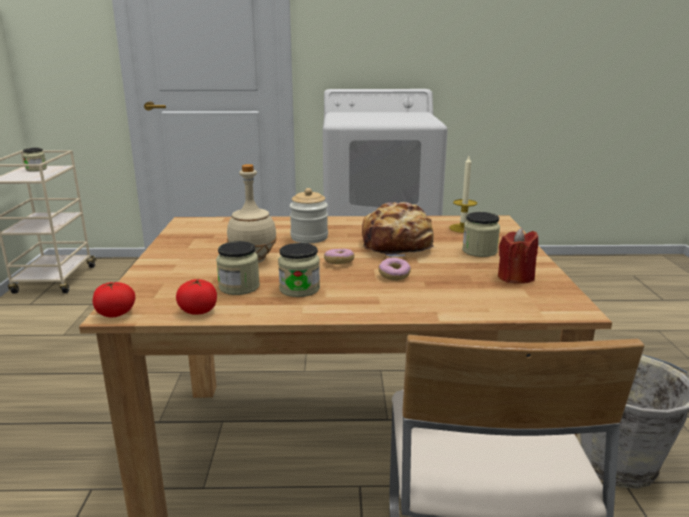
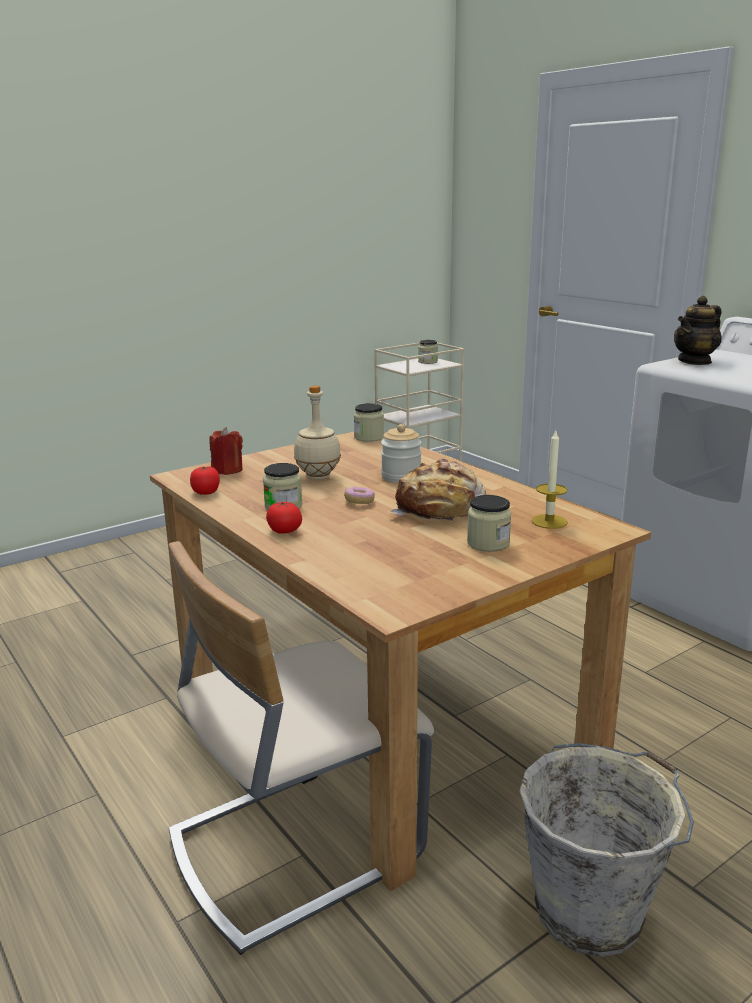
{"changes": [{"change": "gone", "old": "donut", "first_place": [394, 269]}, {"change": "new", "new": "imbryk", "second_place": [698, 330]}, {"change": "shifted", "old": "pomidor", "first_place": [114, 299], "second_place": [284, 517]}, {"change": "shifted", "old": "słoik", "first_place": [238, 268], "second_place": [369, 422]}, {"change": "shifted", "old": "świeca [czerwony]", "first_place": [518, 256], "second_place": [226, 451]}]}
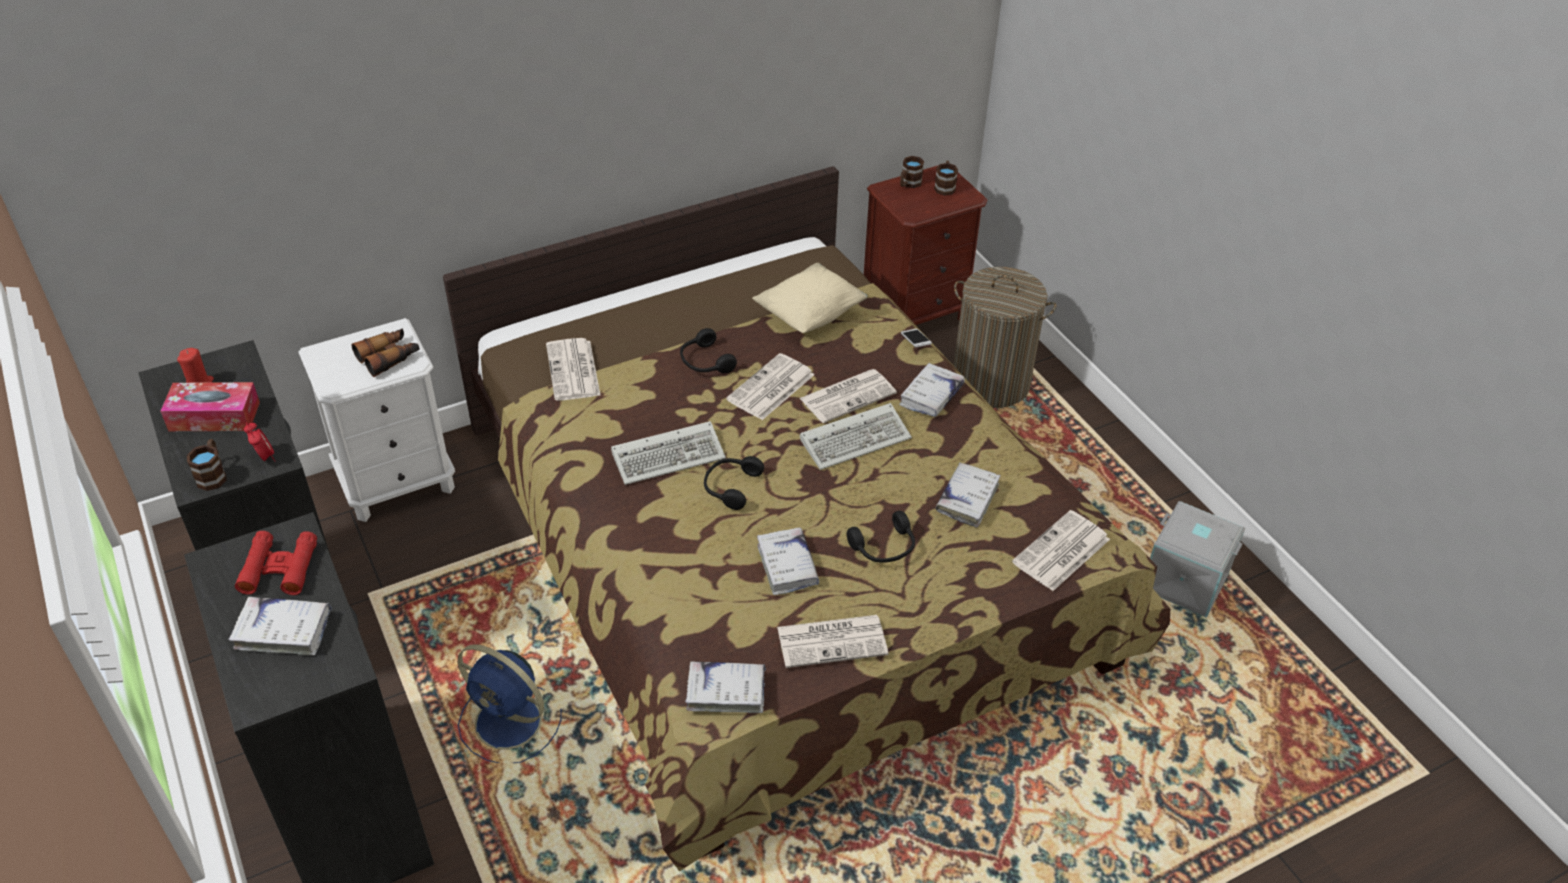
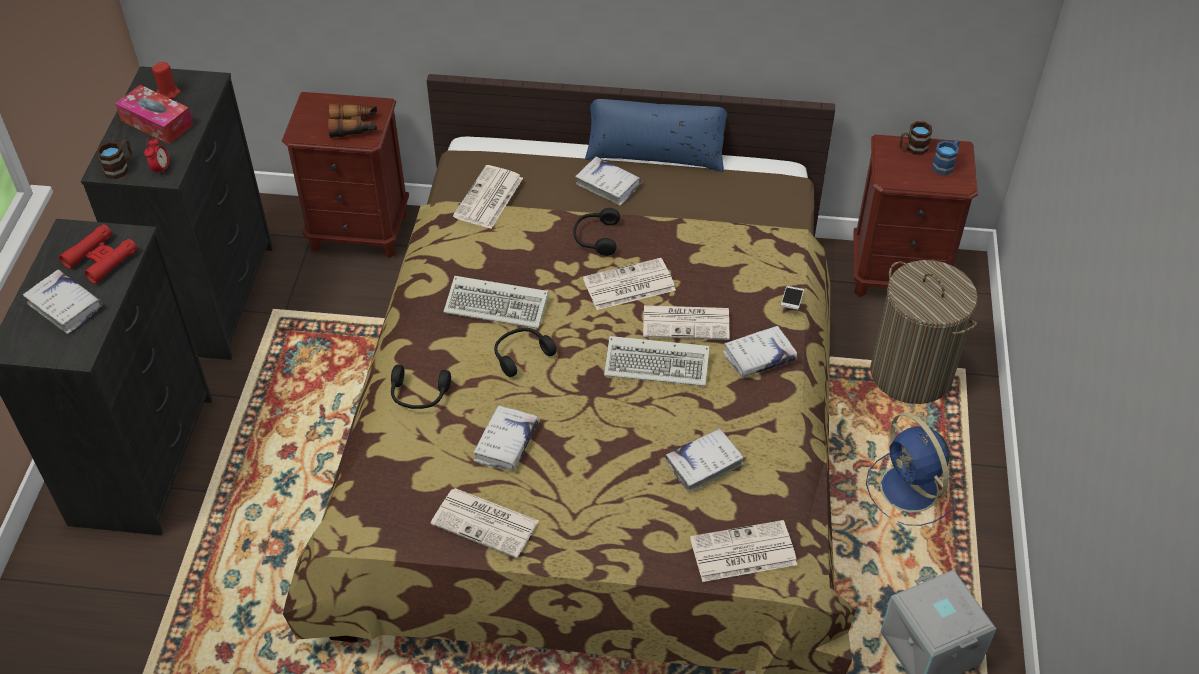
{"changes": [{"change": "gone", "old": "poduszka [beżowy]", "first_place": [810, 298]}, {"change": "new", "new": "poduszka [niebieski]", "second_place": [656, 135]}, {"change": "shifted", "old": "wentylator [niebieski]", "first_place": [510, 703], "second_place": [911, 469]}, {"change": "shifted", "old": "książka [biały]", "first_place": [725, 687], "second_place": [608, 181]}, {"change": "shifted", "old": "słuchawki [czarny]", "first_place": [881, 537], "second_place": [421, 387]}, {"change": "repainted", "old": "szafka nocna [biały]", "new": "szafka nocna [brązowy]", "first_place": [376, 420], "second_place": [345, 175]}, {"change": "repainted", "old": "kubek [brązowy]", "new": "kubek [niebieski]", "first_place": [946, 178], "second_place": [945, 157]}]}
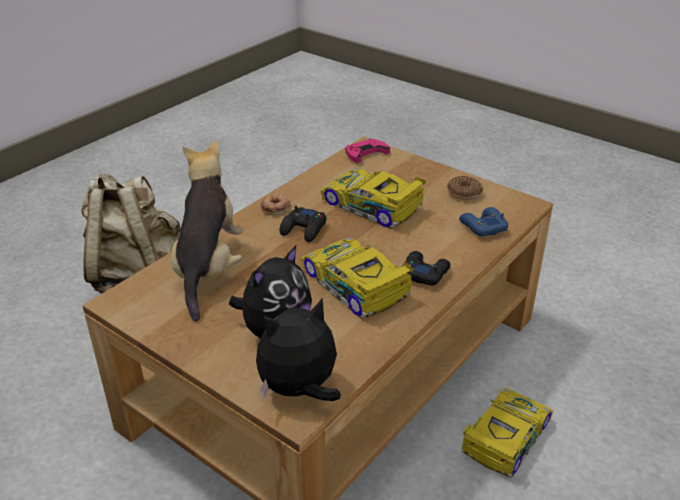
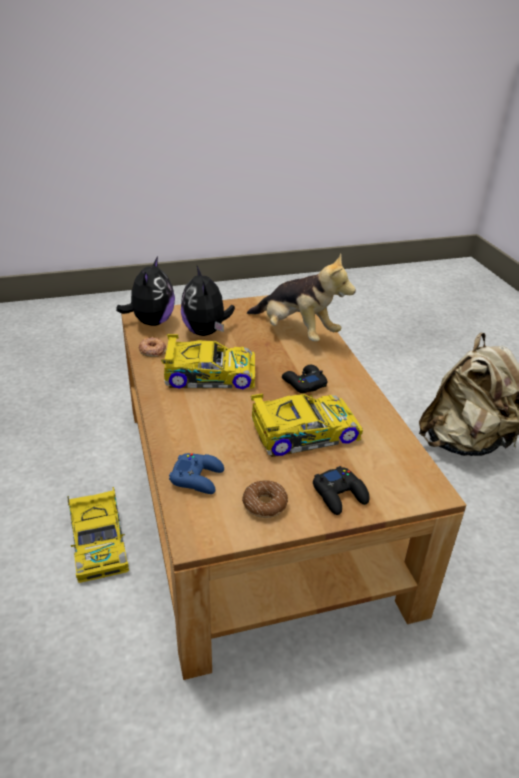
{"changes": [{"change": "gone", "old": "pad do gier [różowy]", "first_place": [367, 151]}, {"change": "shifted", "old": "donut", "first_place": [275, 204], "second_place": [152, 347]}, {"change": "shifted", "old": "pad do gier [czarny]", "first_place": [426, 268], "second_place": [341, 490]}]}
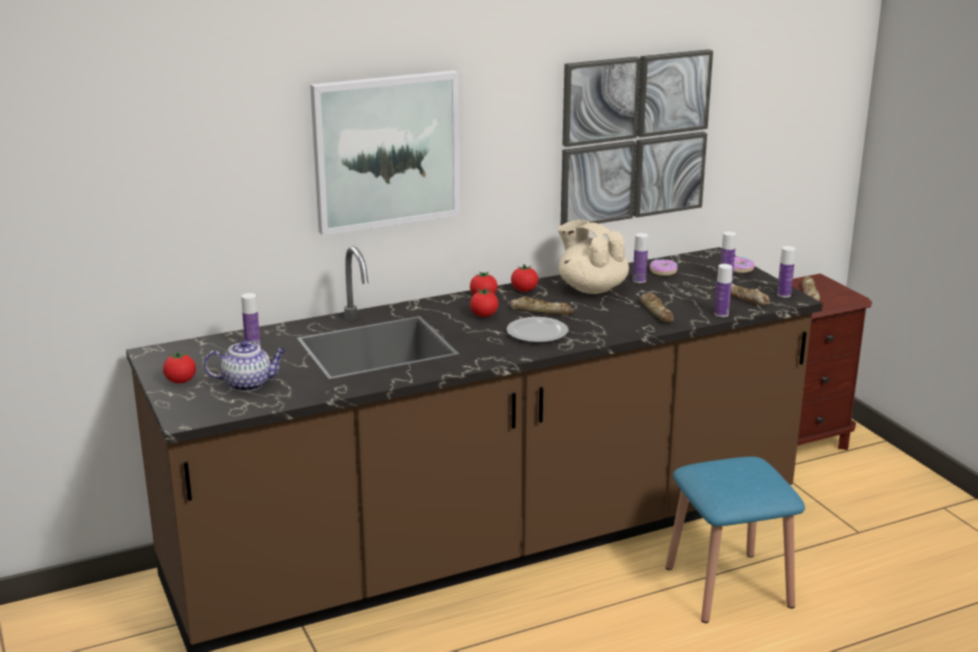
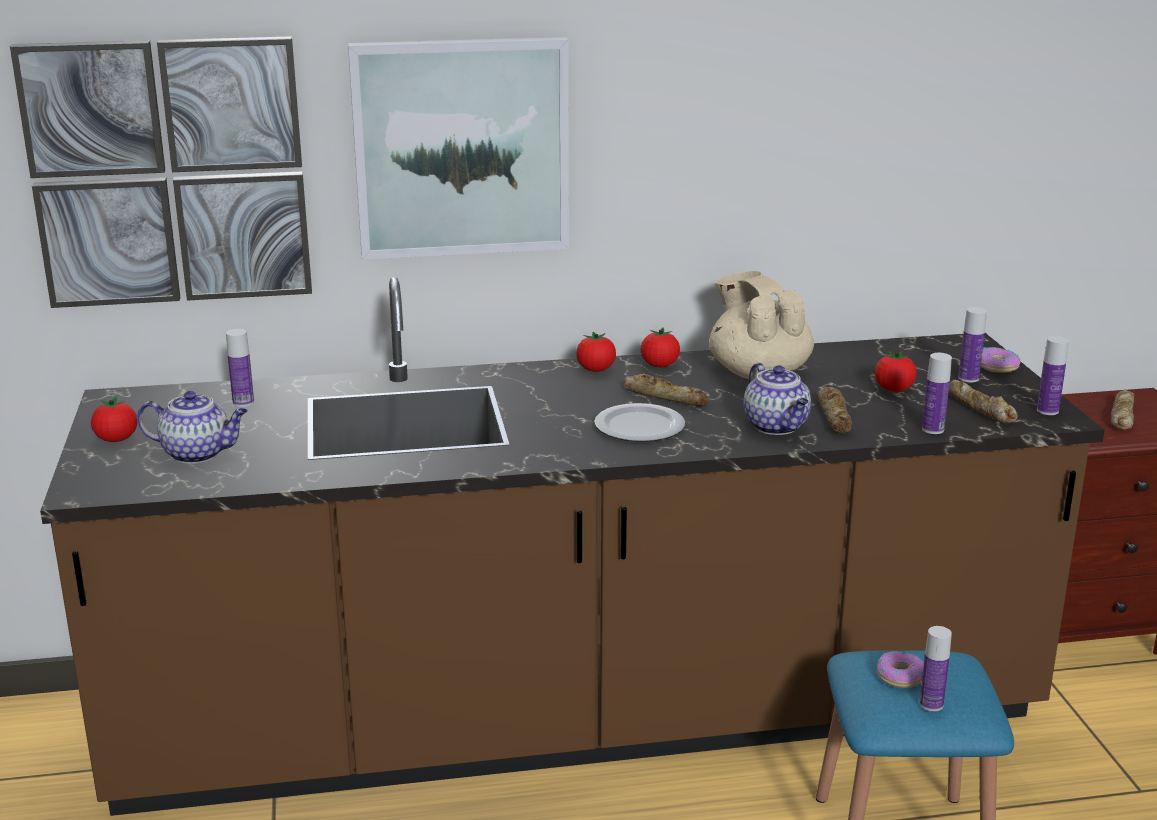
{"changes": [{"change": "new", "new": "imbryk", "second_place": [777, 399]}, {"change": "shifted", "old": "pomidor", "first_place": [484, 302], "second_place": [896, 371]}, {"change": "shifted", "old": "obraz", "first_place": [637, 137], "second_place": [161, 172]}, {"change": "shifted", "old": "butelka", "first_place": [640, 258], "second_place": [935, 668]}, {"change": "shifted", "old": "donut", "first_place": [664, 267], "second_place": [900, 669]}]}
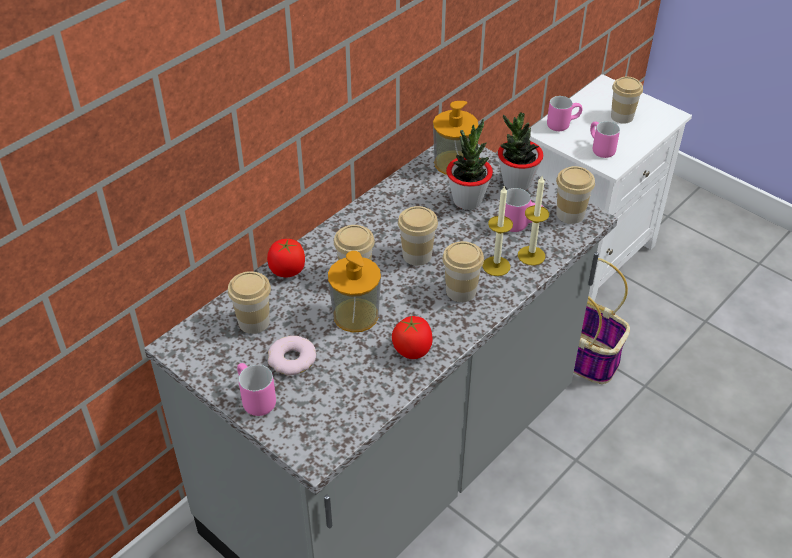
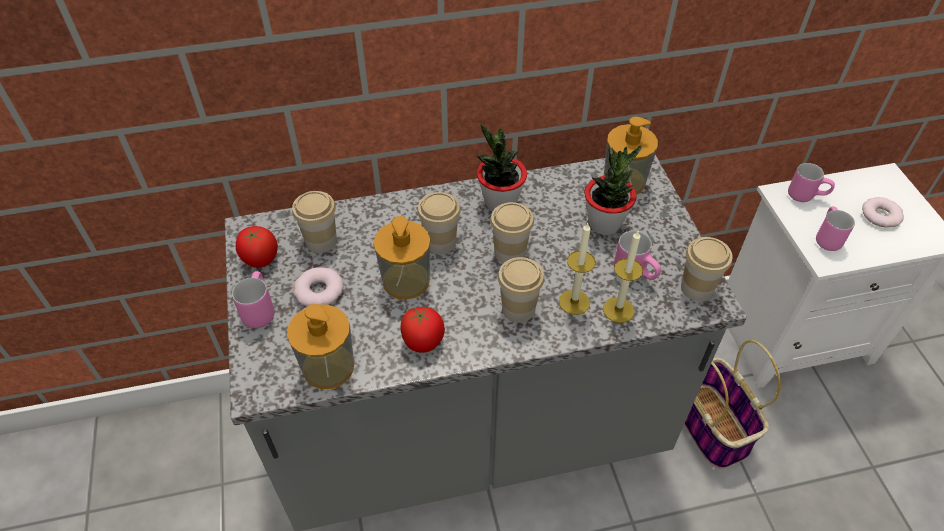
{"changes": [{"change": "new", "new": "dozownik mydła", "second_place": [320, 346]}, {"change": "shifted", "old": "pomidor", "first_place": [286, 258], "second_place": [257, 247]}, {"change": "shifted", "old": "roślina doniczkowa", "first_place": [520, 151], "second_place": [502, 167]}, {"change": "swapped", "old": "filiżanka", "new": "donut", "first_place": [627, 99], "second_place": [883, 212]}]}
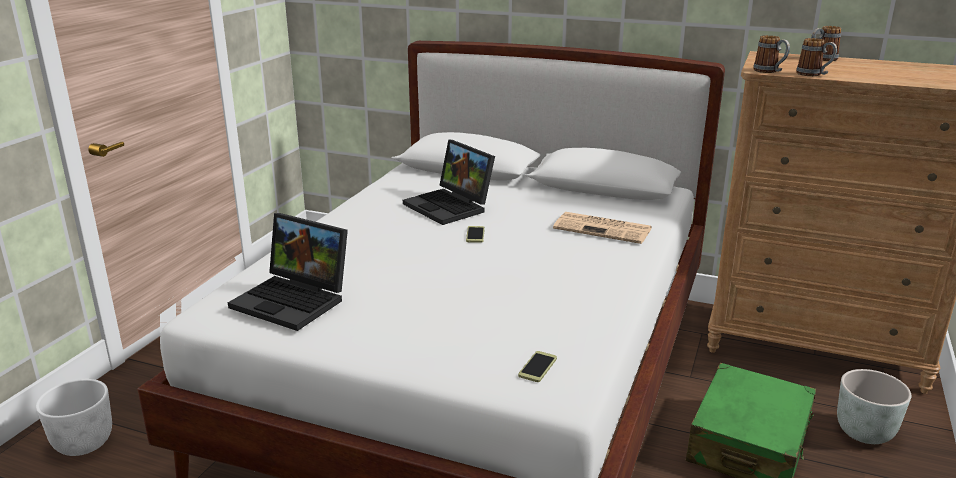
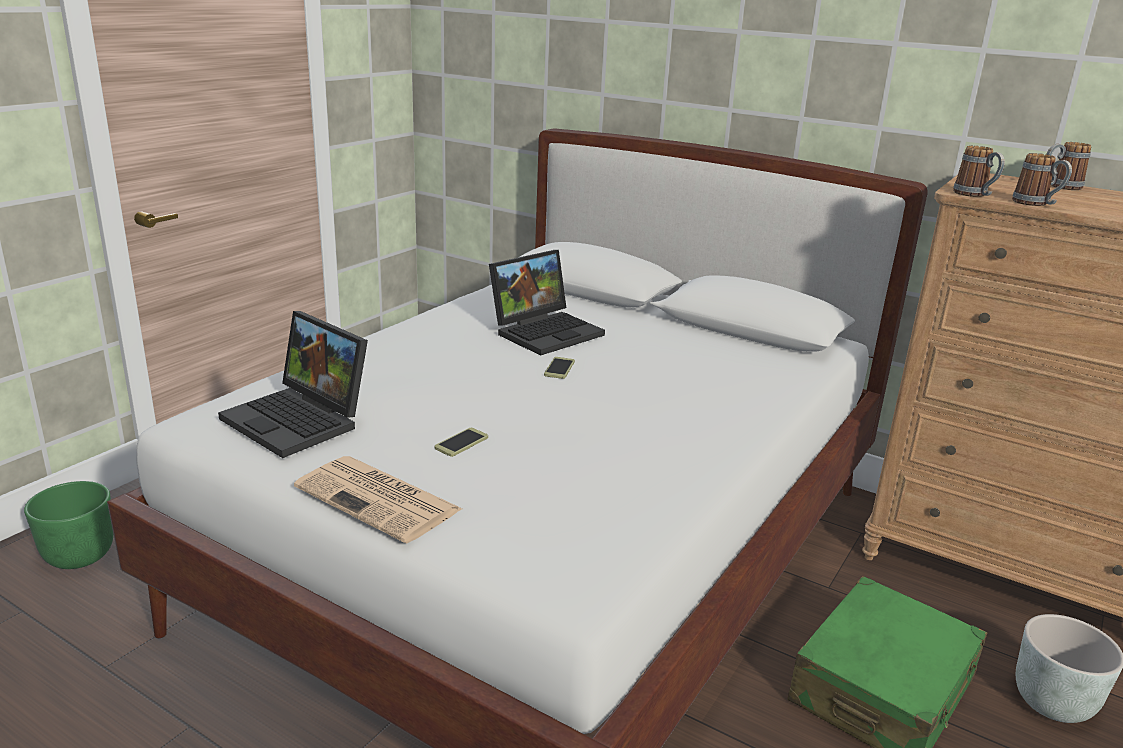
{"changes": [{"change": "shifted", "old": "telefon", "first_place": [537, 366], "second_place": [461, 442]}, {"change": "shifted", "old": "gazeta", "first_place": [602, 228], "second_place": [378, 499]}, {"change": "repainted", "old": "donica [biały]", "new": "donica [zielony]", "first_place": [74, 417], "second_place": [69, 525]}, {"change": "rotated", "old": "laptop", "first_place": [449, 182], "second_place": [547, 302], "degrees": -105}]}
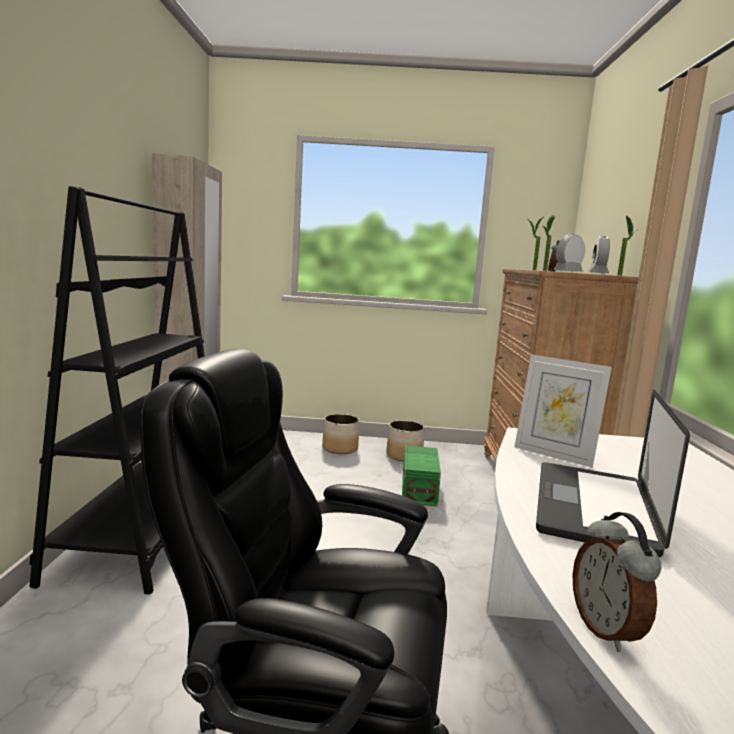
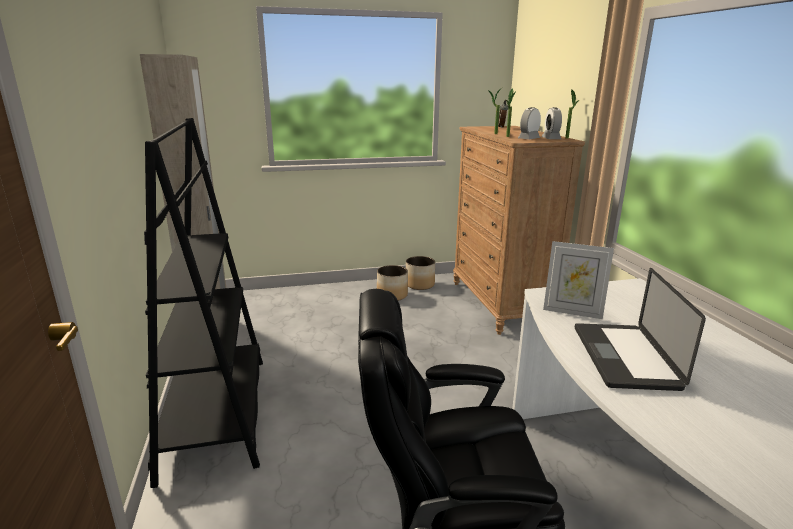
{"changes": [{"change": "gone", "old": "pojemnik do przechowywania [zielony]", "first_place": [421, 475]}, {"change": "gone", "old": "budzik", "first_place": [616, 582]}, {"change": "shifted", "old": "donica", "first_place": [341, 434], "second_place": [420, 273]}]}
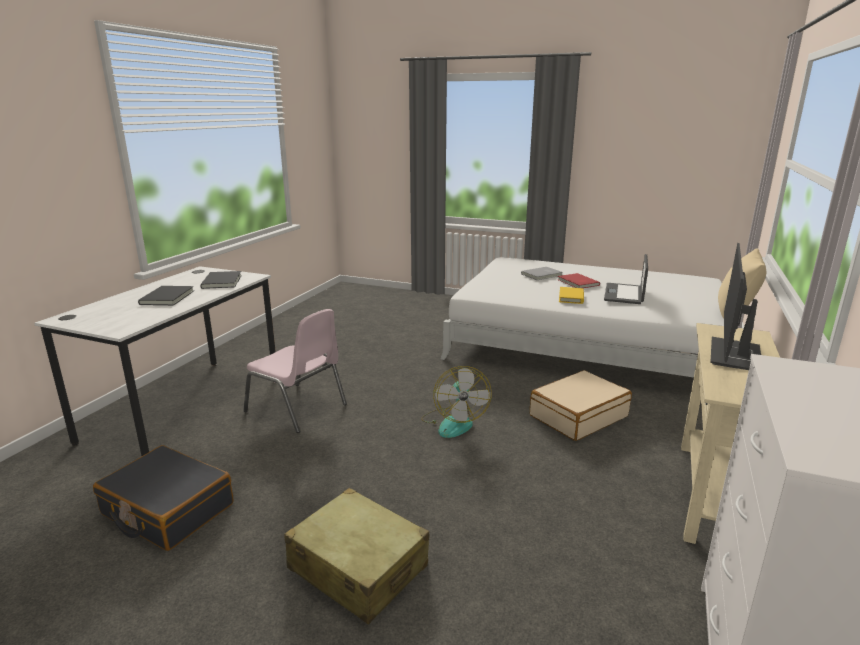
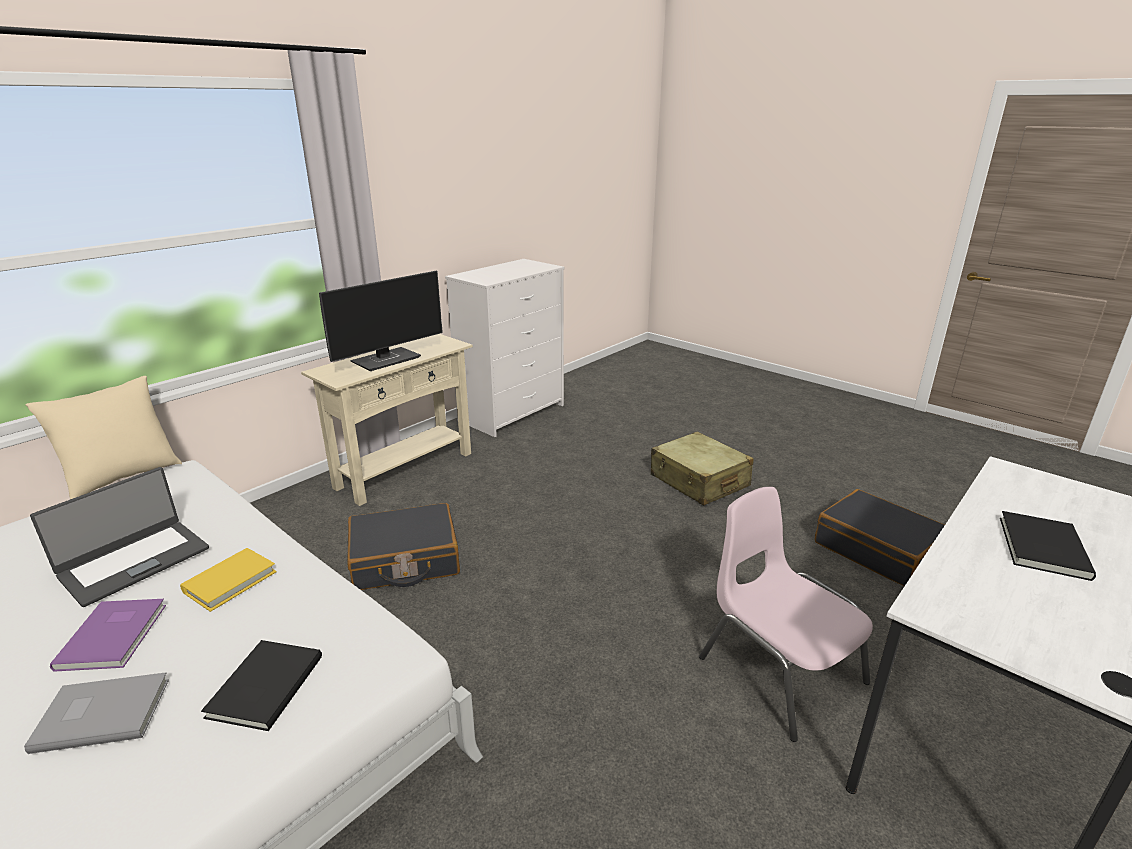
{"changes": [{"change": "gone", "old": "wentylator", "first_place": [456, 402]}, {"change": "shifted", "old": "książka [czarny]", "first_place": [221, 280], "second_place": [261, 685]}, {"change": "repainted", "old": "walizka [beżowy]", "new": "walizka [czarny]", "first_place": [581, 405], "second_place": [403, 546]}, {"change": "repainted", "old": "książka [czerwony]", "new": "książka [fioletowy]", "first_place": [578, 280], "second_place": [108, 635]}]}
